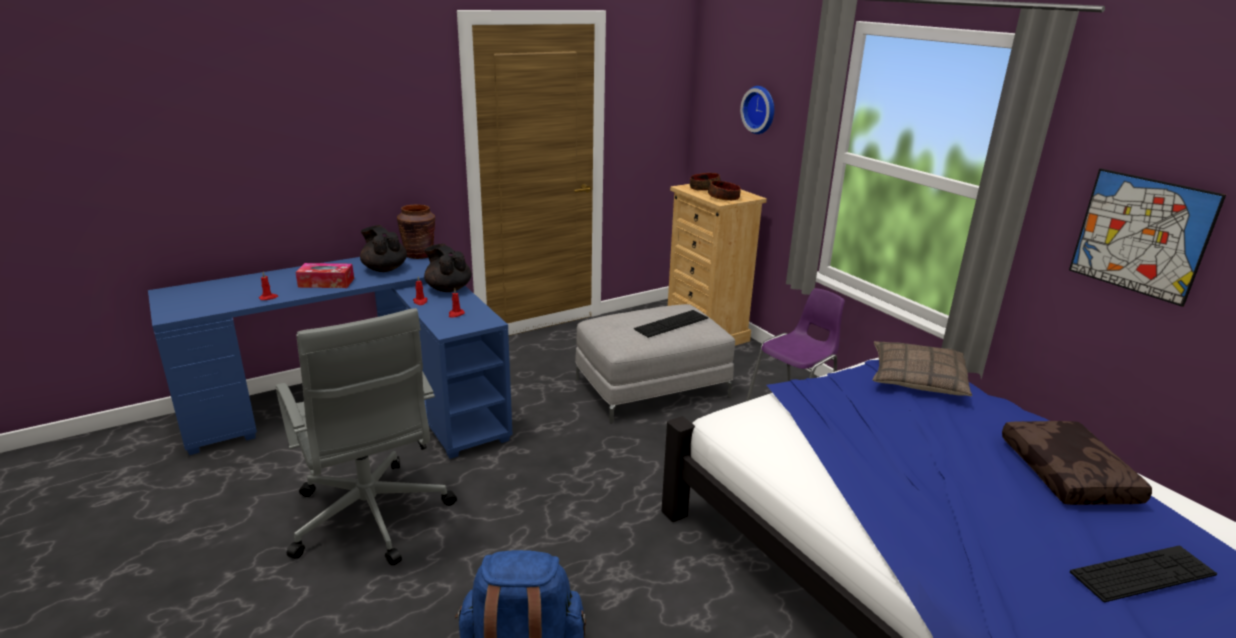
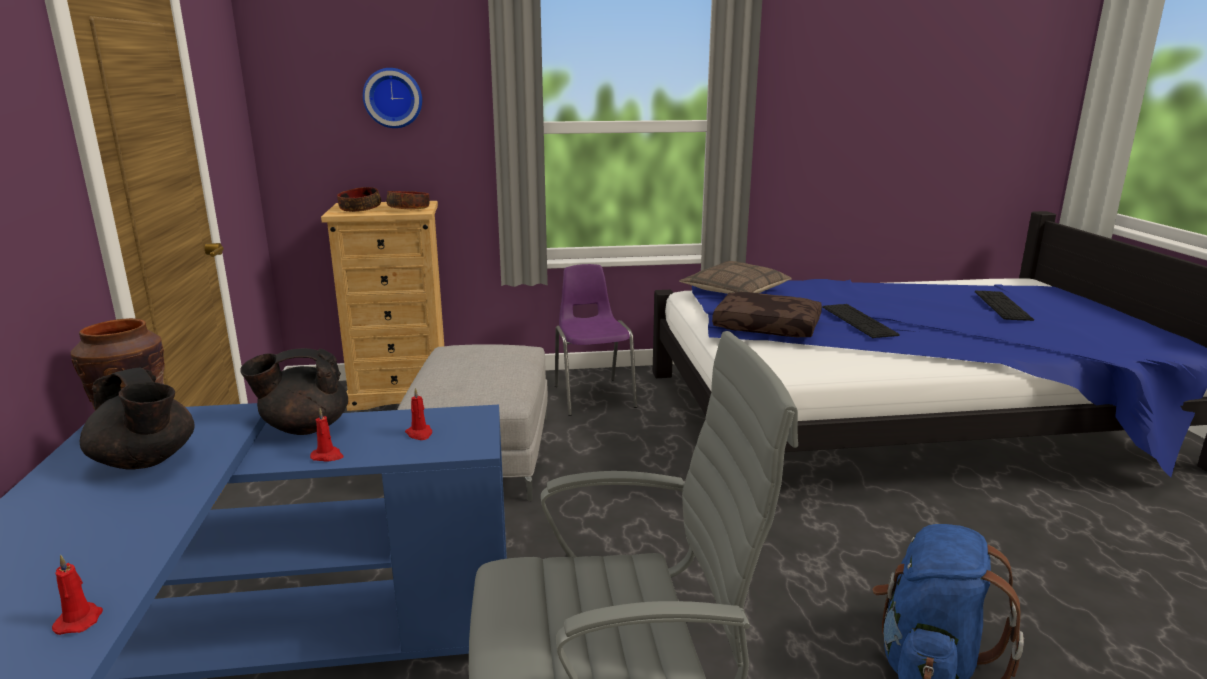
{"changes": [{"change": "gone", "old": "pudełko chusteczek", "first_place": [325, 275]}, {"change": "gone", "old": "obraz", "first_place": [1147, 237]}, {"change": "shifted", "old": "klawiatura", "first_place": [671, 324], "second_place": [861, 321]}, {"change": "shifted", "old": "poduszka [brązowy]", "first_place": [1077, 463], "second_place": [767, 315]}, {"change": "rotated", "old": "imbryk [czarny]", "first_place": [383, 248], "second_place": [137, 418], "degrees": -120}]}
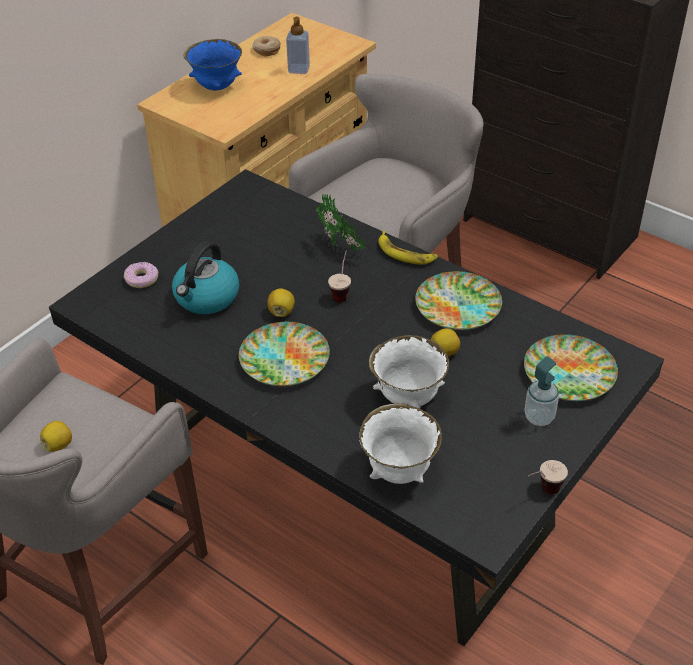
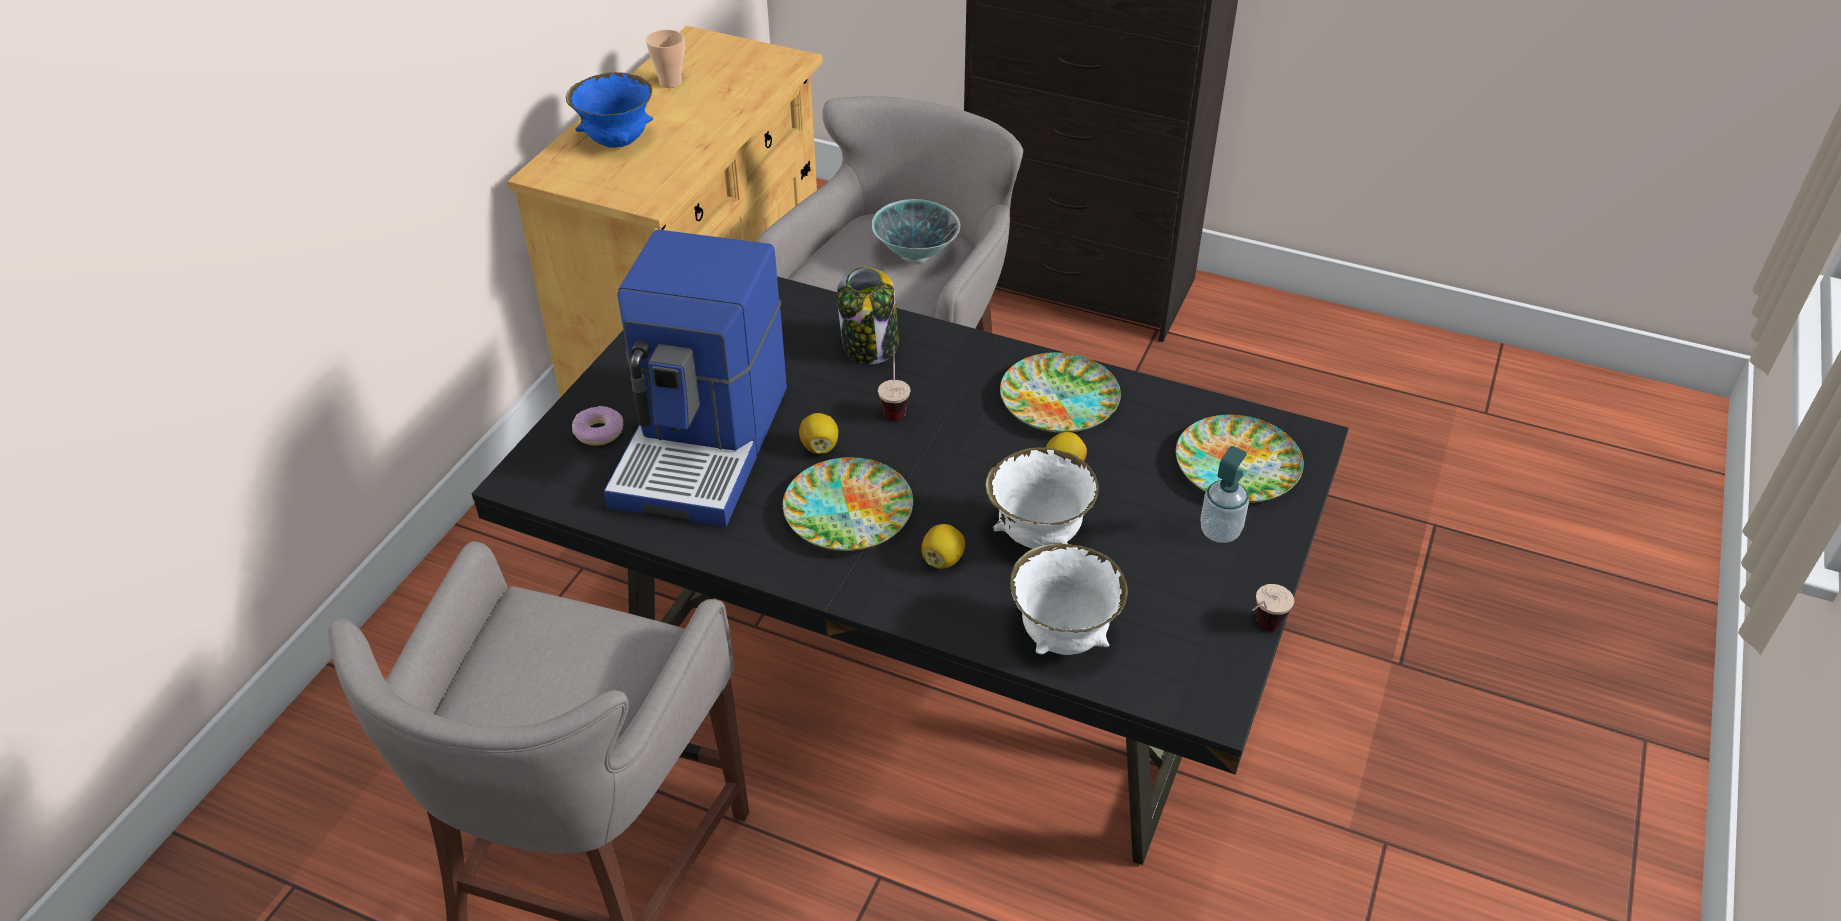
{"changes": [{"change": "gone", "old": "dozownik mydła", "first_place": [298, 45]}, {"change": "gone", "old": "banan", "first_place": [408, 248]}, {"change": "new", "new": "miska", "second_place": [915, 231]}, {"change": "shifted", "old": "cytryna", "first_place": [56, 436], "second_place": [943, 546]}, {"change": "swapped", "old": "czajnik", "new": "ekspres do kawy", "first_place": [205, 277], "second_place": [695, 378]}, {"change": "swapped", "old": "donut", "new": "filiżanka", "first_place": [266, 46], "second_place": [665, 59]}, {"change": "swapped", "old": "roślina doniczkowa", "new": "słoik", "first_place": [341, 222], "second_place": [868, 315]}]}
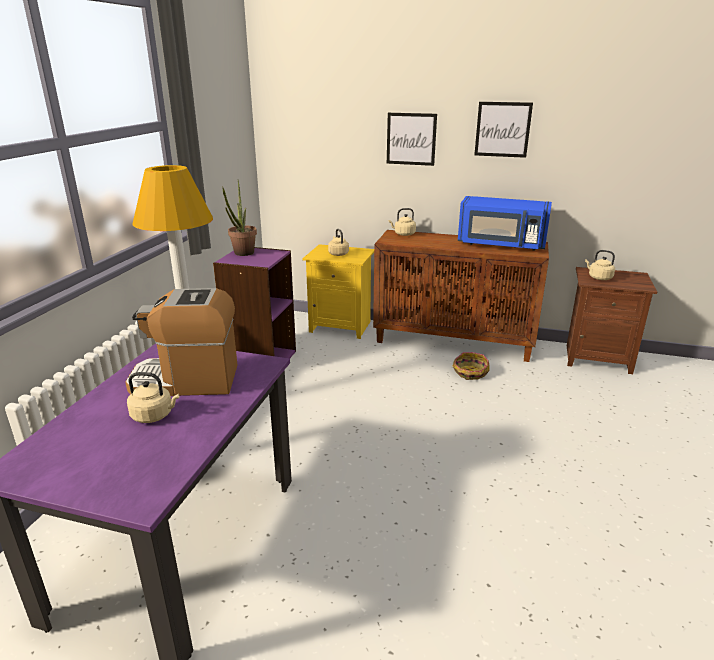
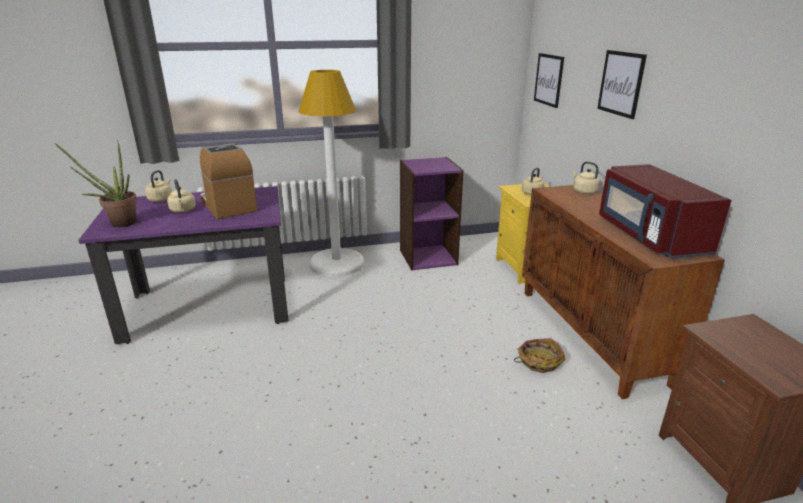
{"changes": [{"change": "shifted", "old": "roślina doniczkowa", "first_place": [239, 218], "second_place": [95, 183]}, {"change": "shifted", "old": "obraz", "first_place": [503, 130], "second_place": [549, 80]}, {"change": "shifted", "old": "czajnik [beżowy]", "first_place": [600, 265], "second_place": [158, 186]}, {"change": "repainted", "old": "mikrofalówka [niebieski]", "new": "mikrofalówka [czerwony]", "first_place": [505, 223], "second_place": [665, 211]}]}
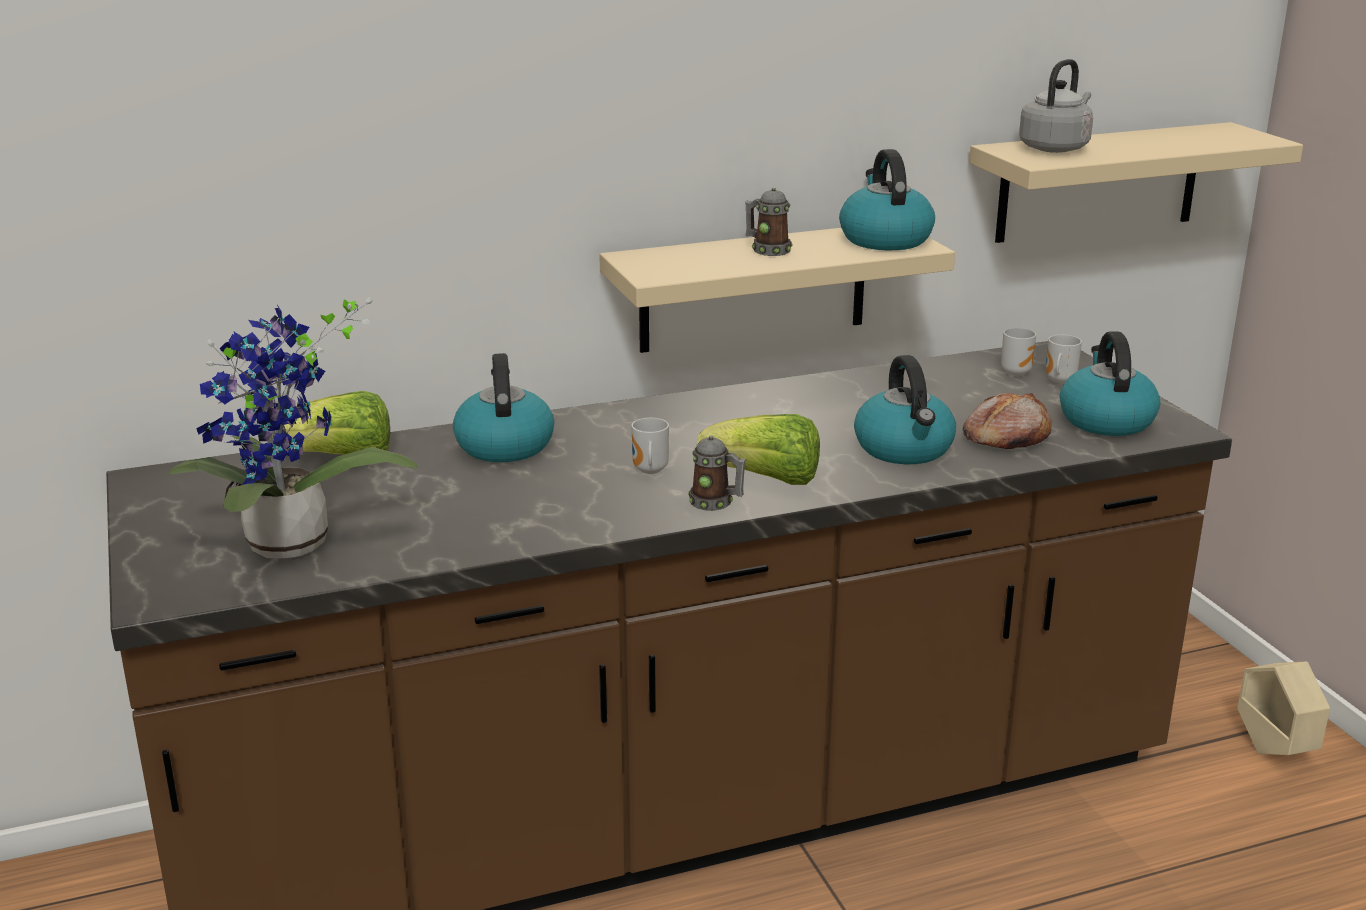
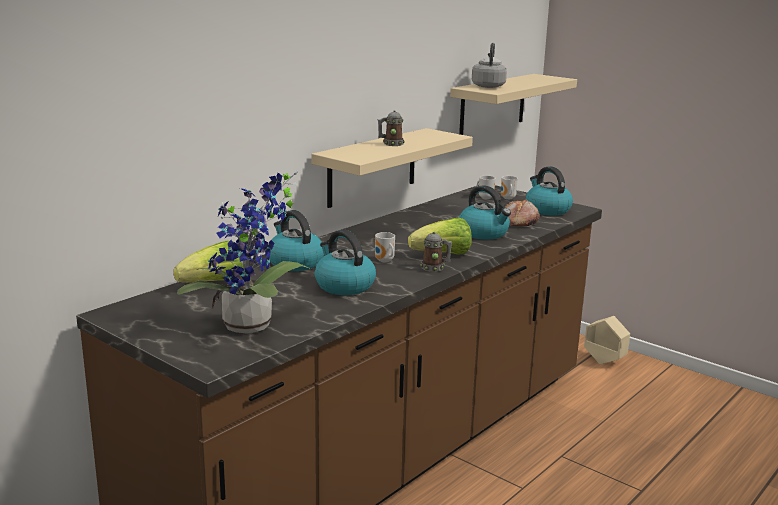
{"changes": [{"change": "shifted", "old": "czajnik", "first_place": [887, 199], "second_place": [345, 262]}]}
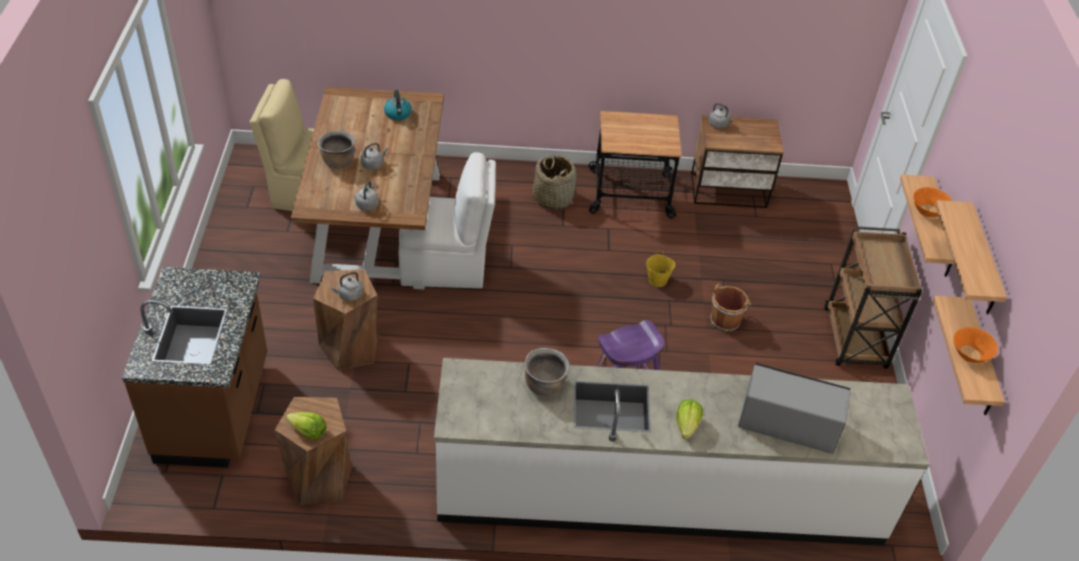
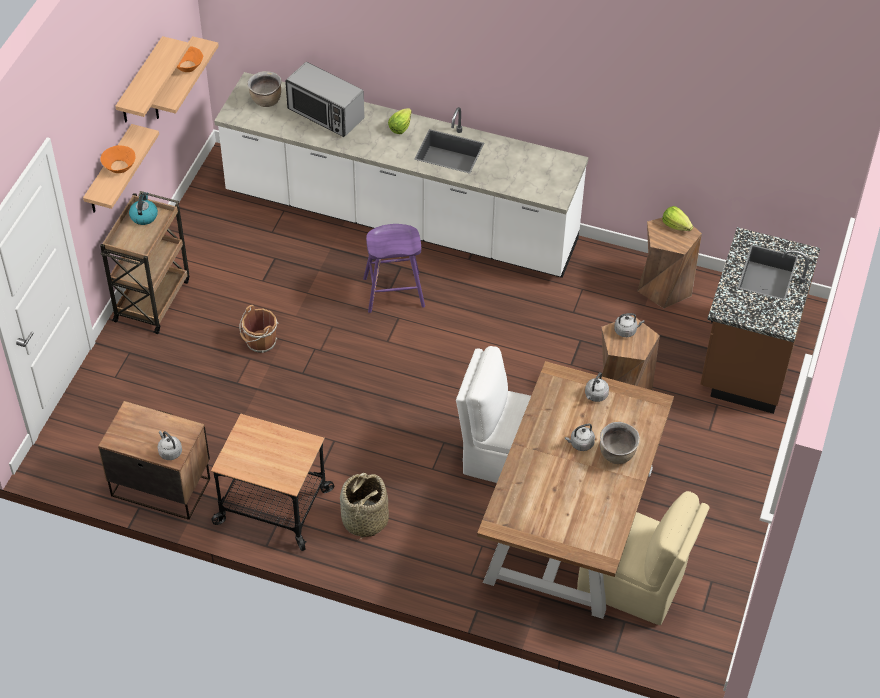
{"changes": [{"change": "gone", "old": "wiadro [żółty]", "first_place": [660, 269]}, {"change": "shifted", "old": "czajnik", "first_place": [398, 105], "second_place": [143, 208]}, {"change": "shifted", "old": "garnek [brązowy]", "first_place": [547, 372], "second_place": [264, 89]}]}
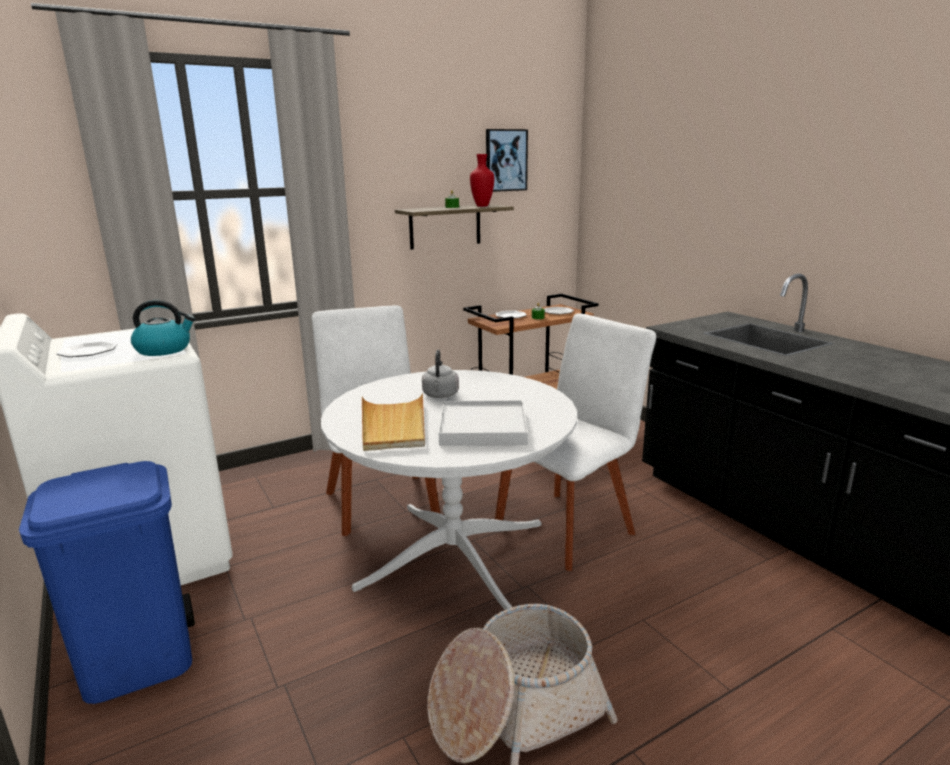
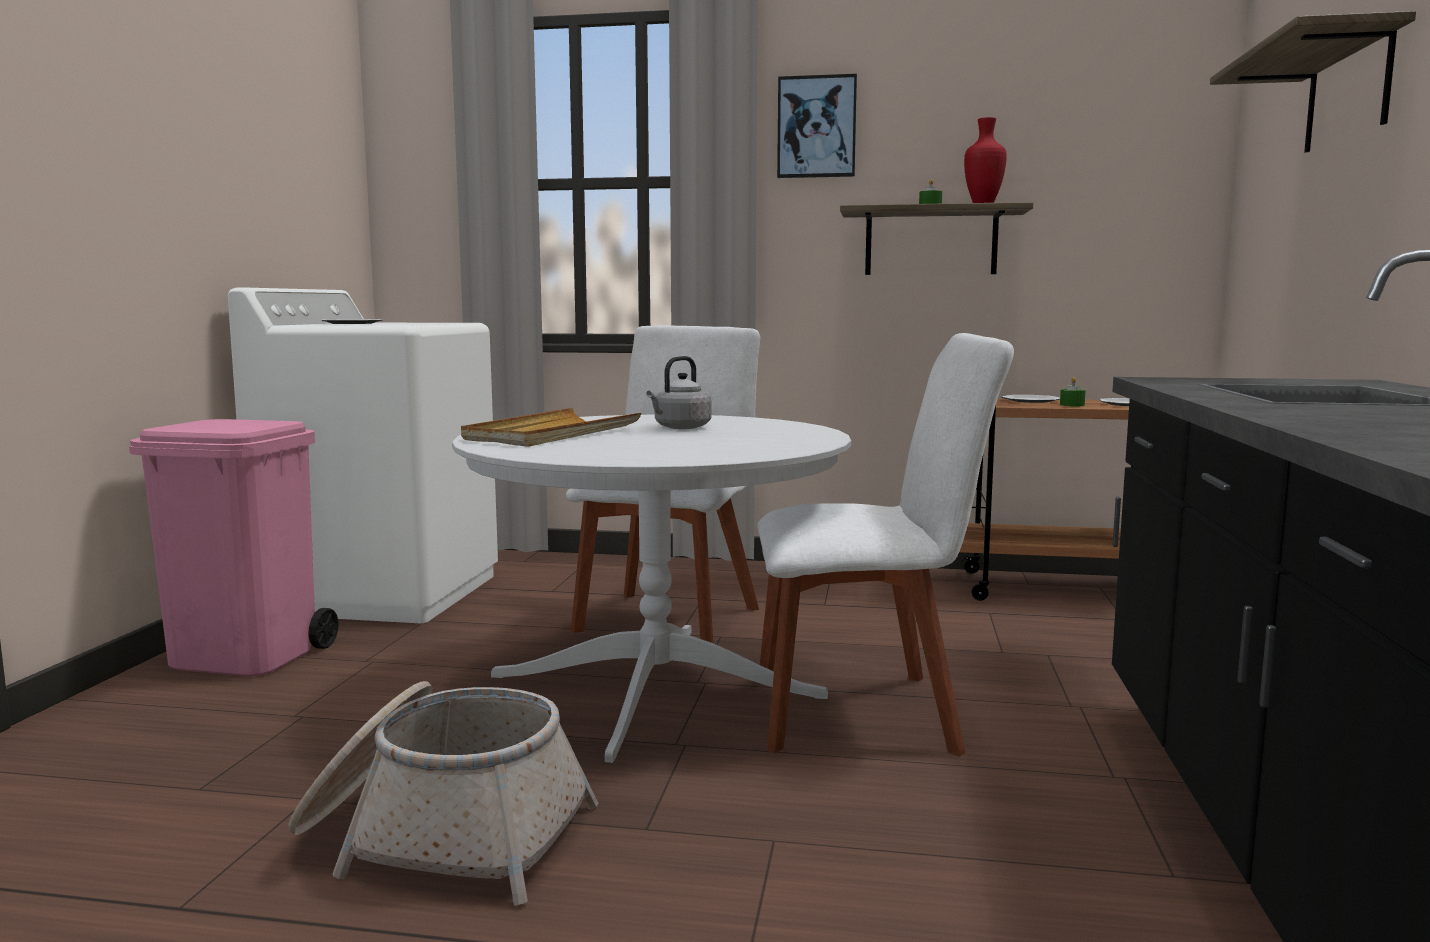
{"changes": [{"change": "gone", "old": "czajnik", "first_place": [163, 328]}, {"change": "gone", "old": "taca [biały]", "first_place": [483, 423]}, {"change": "new", "new": "półka", "second_place": [1313, 82]}, {"change": "shifted", "old": "obraz", "first_place": [507, 160], "second_place": [817, 126]}, {"change": "repainted", "old": "kosz na śmieci [niebieski]", "new": "kosz na śmieci [różowy]", "first_place": [107, 582], "second_place": [234, 547]}]}
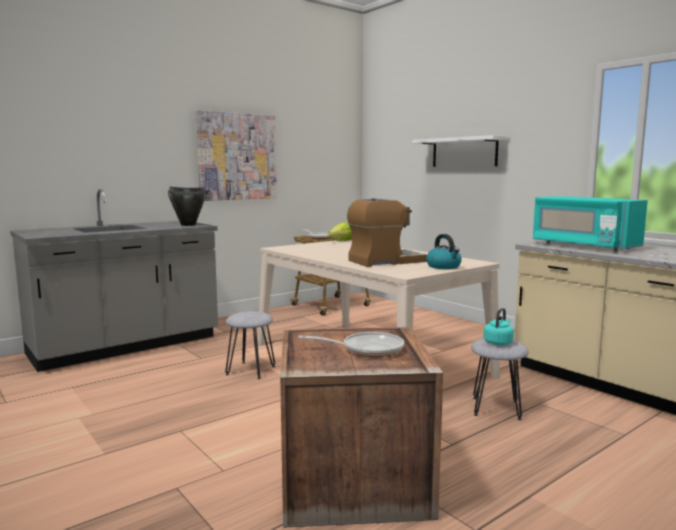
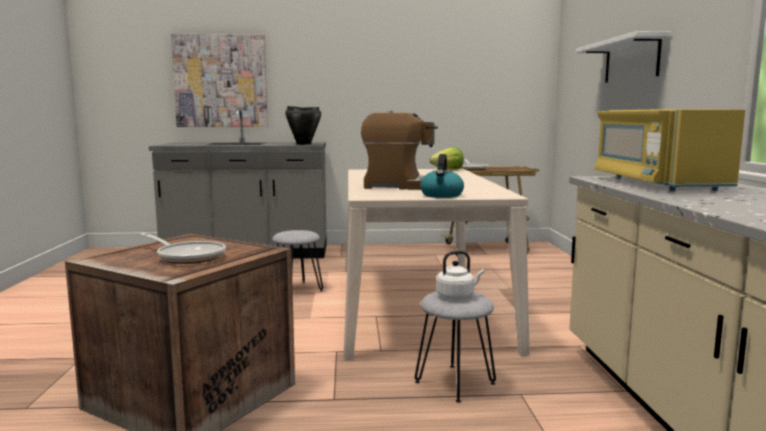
{"changes": [{"change": "shifted", "old": "obraz", "first_place": [236, 155], "second_place": [219, 80]}, {"change": "repainted", "old": "czajnik [turkusowy]", "new": "czajnik [biały]", "first_place": [499, 326], "second_place": [460, 275]}, {"change": "repainted", "old": "mikrofalówka [turkusowy]", "new": "mikrofalówka [żółty]", "first_place": [590, 224], "second_place": [669, 150]}]}
